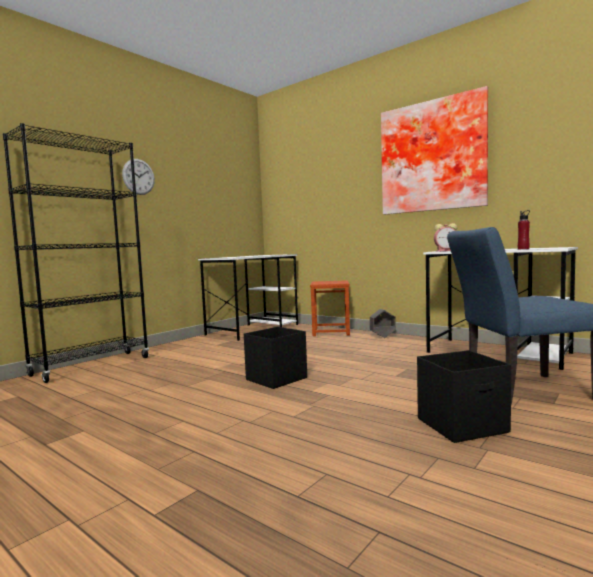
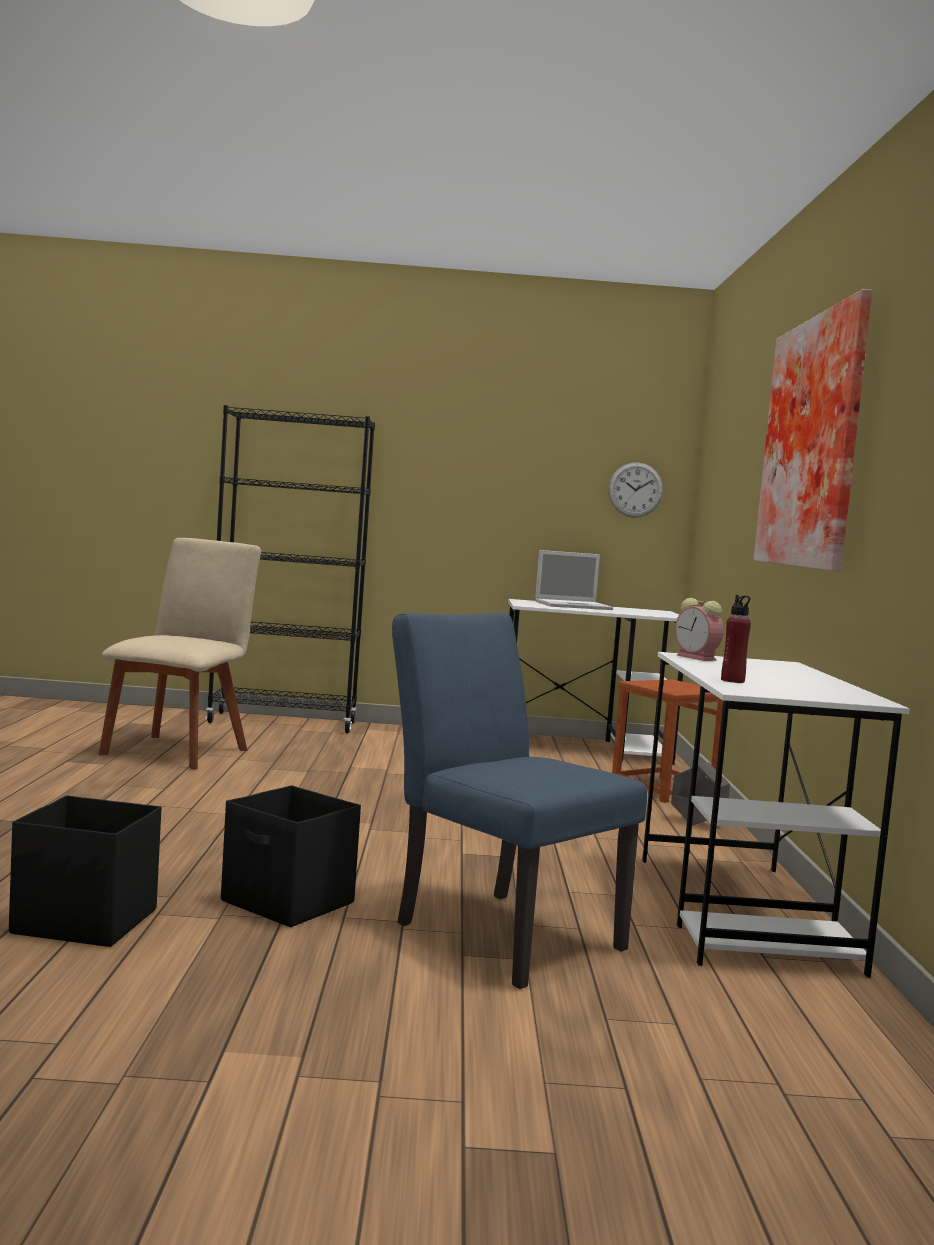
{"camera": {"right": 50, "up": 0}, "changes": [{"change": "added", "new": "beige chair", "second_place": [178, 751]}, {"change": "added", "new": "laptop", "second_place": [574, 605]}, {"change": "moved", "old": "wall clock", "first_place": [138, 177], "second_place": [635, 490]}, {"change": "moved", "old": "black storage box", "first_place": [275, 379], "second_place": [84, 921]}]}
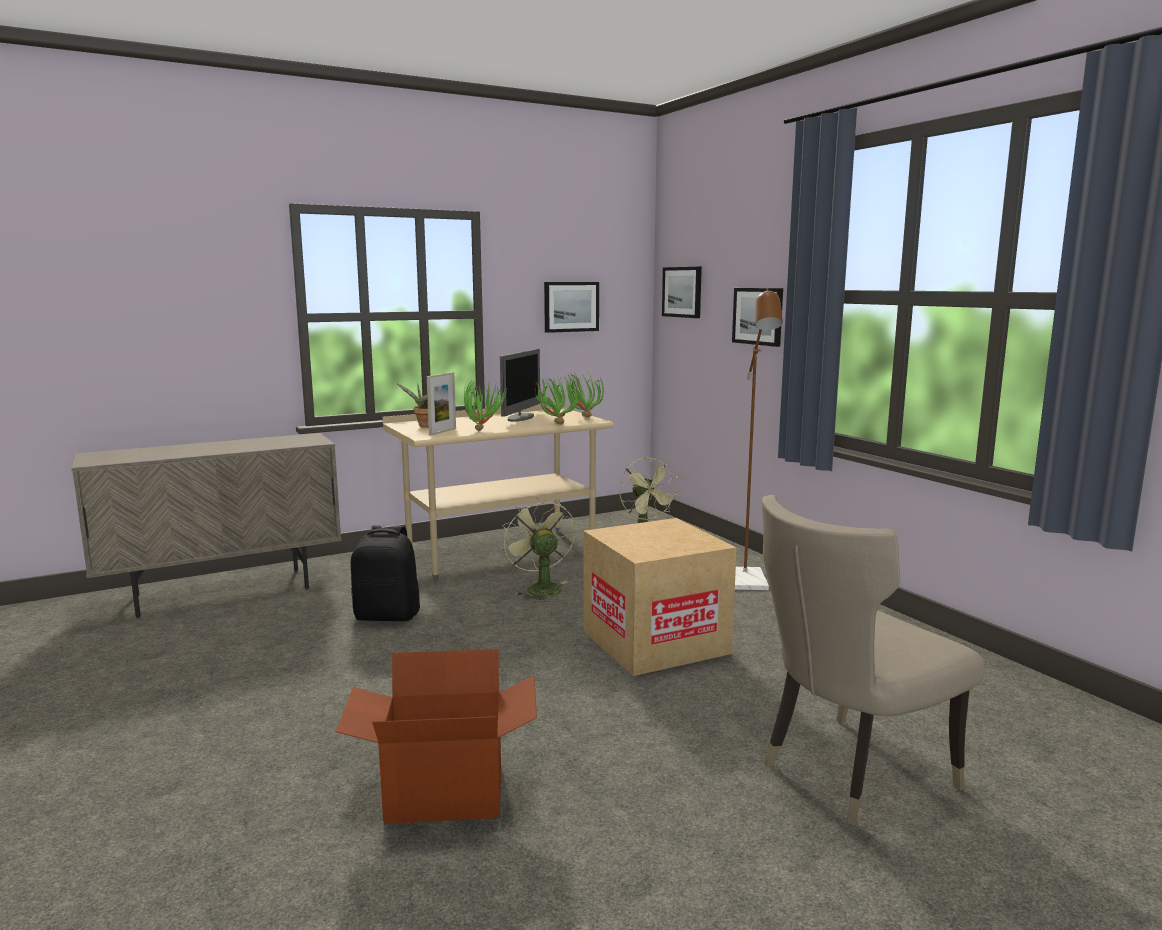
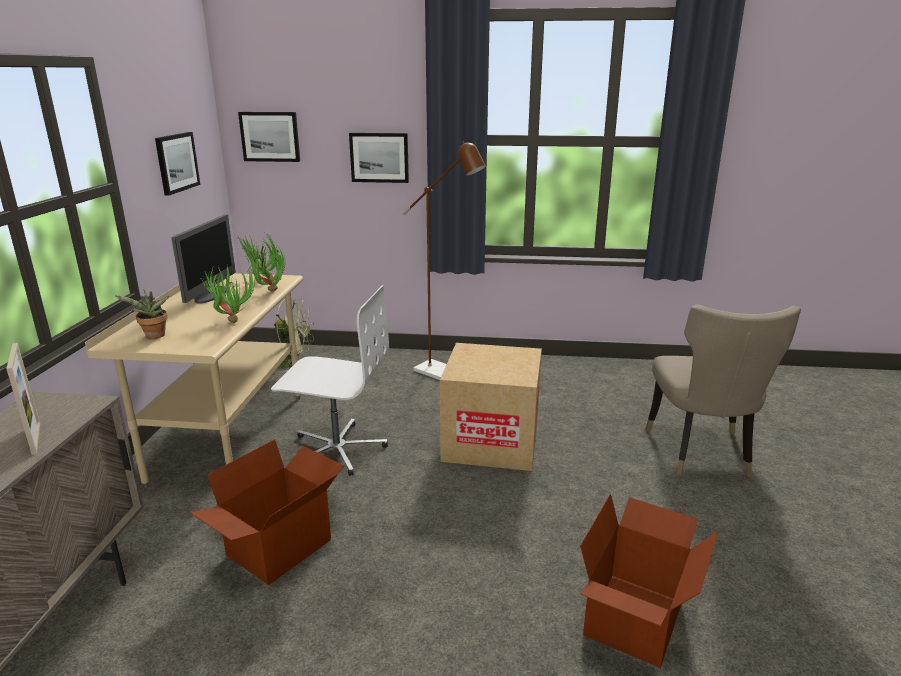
{"camera": {"right": -55, "up": 10}, "changes": [{"change": "moved", "old": "picture frame", "first_place": [442, 432], "second_place": [36, 438]}, {"change": "replaced", "old": "black backpack", "new": "cardboard box", "first_place": [388, 616], "second_place": [280, 548]}, {"change": "replaced", "old": "green fan", "new": "white office chair", "first_place": [539, 588], "second_place": [337, 449]}, {"change": "turned", "old": "monitor", "first_place": [521, 417], "second_place": [211, 295], "degrees": 45}]}
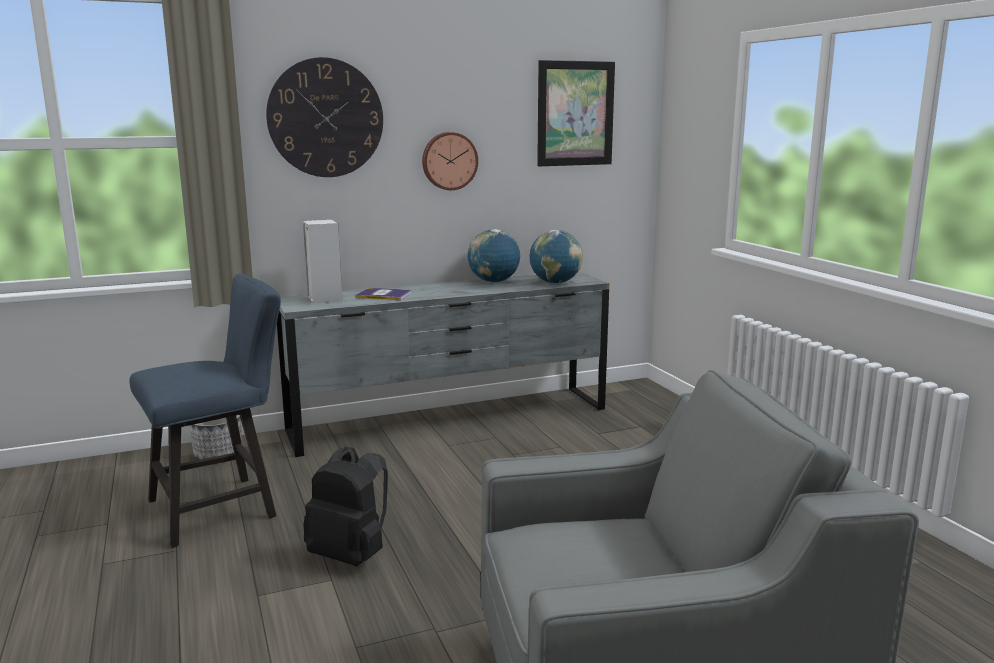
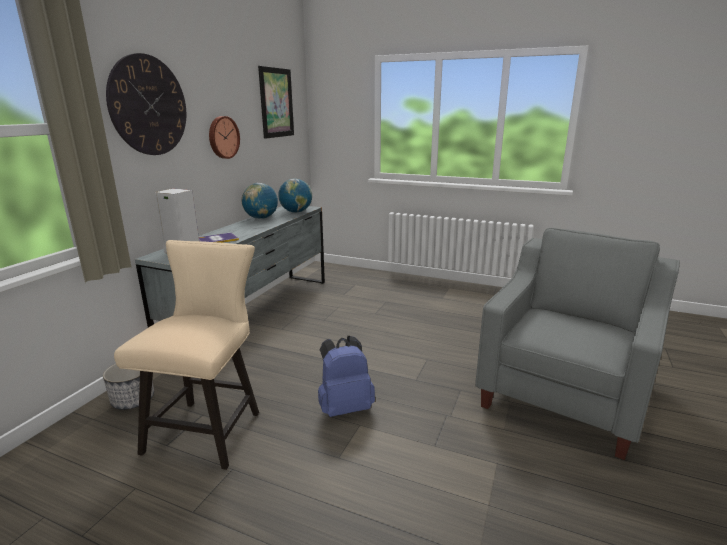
{"camera": {"right": -45, "up": 5}, "changes": [{"change": "recoloured", "old": "blue chair", "new": "beige chair", "first_place": [222, 507], "second_place": [209, 427]}, {"change": "recoloured", "old": "black backpack", "new": "blue backpack", "first_place": [351, 555], "second_place": [345, 407]}]}
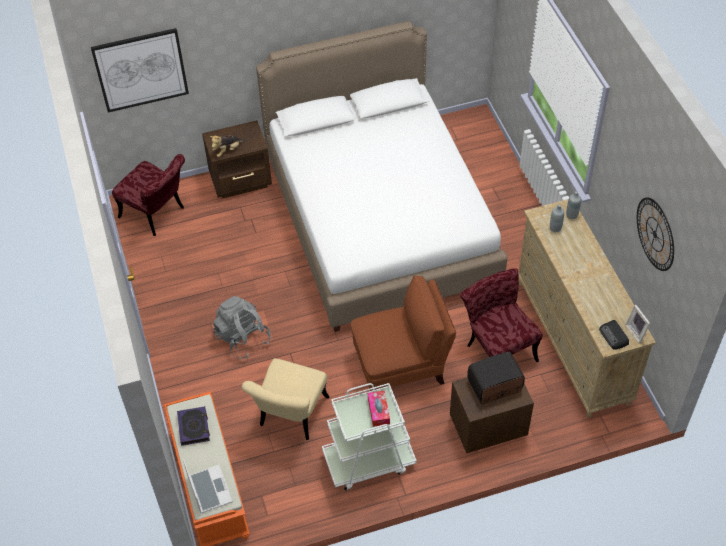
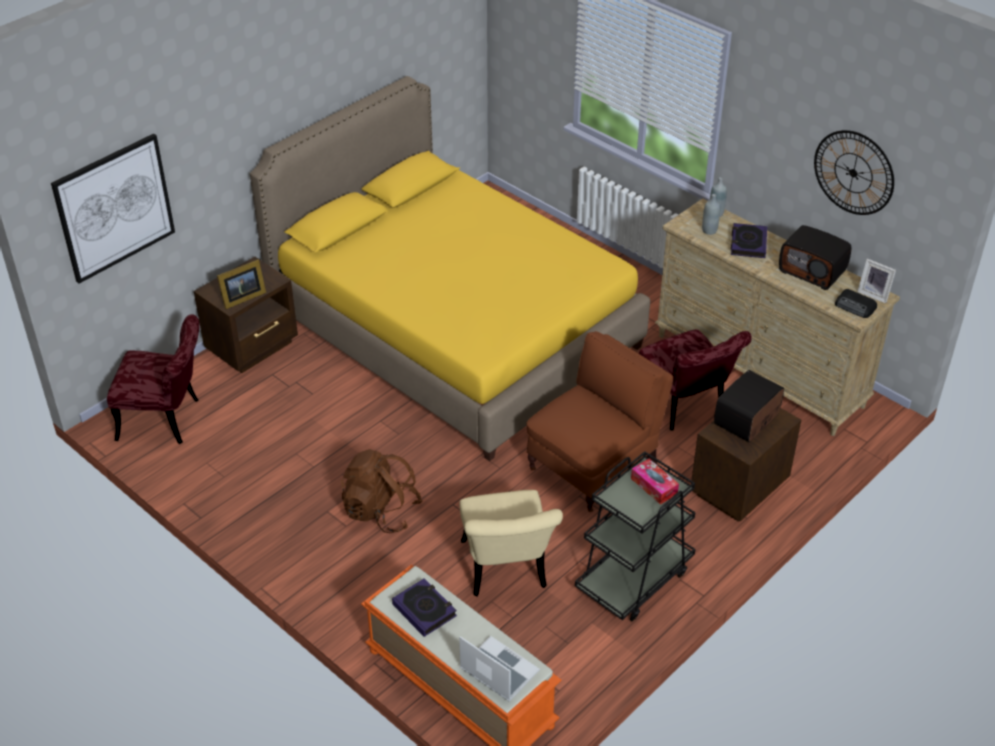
{"camera": {"right": -30, "up": -10}, "changes": [{"change": "added", "new": "book", "second_place": [748, 244]}, {"change": "added", "new": "radio", "second_place": [813, 271]}, {"change": "replaced", "old": "plush toy", "new": "picture frame", "first_place": [227, 150], "second_place": [241, 298]}, {"change": "recoloured", "old": "grey backpack", "new": "brown backpack", "first_place": [242, 338], "second_place": [381, 511]}, {"change": "recoloured", "old": "white bed", "new": "yellow bed", "first_place": [379, 220], "second_place": [454, 330]}, {"change": "recoloured", "old": "white cart", "new": "black cart", "first_place": [368, 461], "second_place": [634, 578]}, {"change": "turned", "old": "red chair", "first_place": [497, 348], "second_place": [686, 406], "degrees": -150}]}
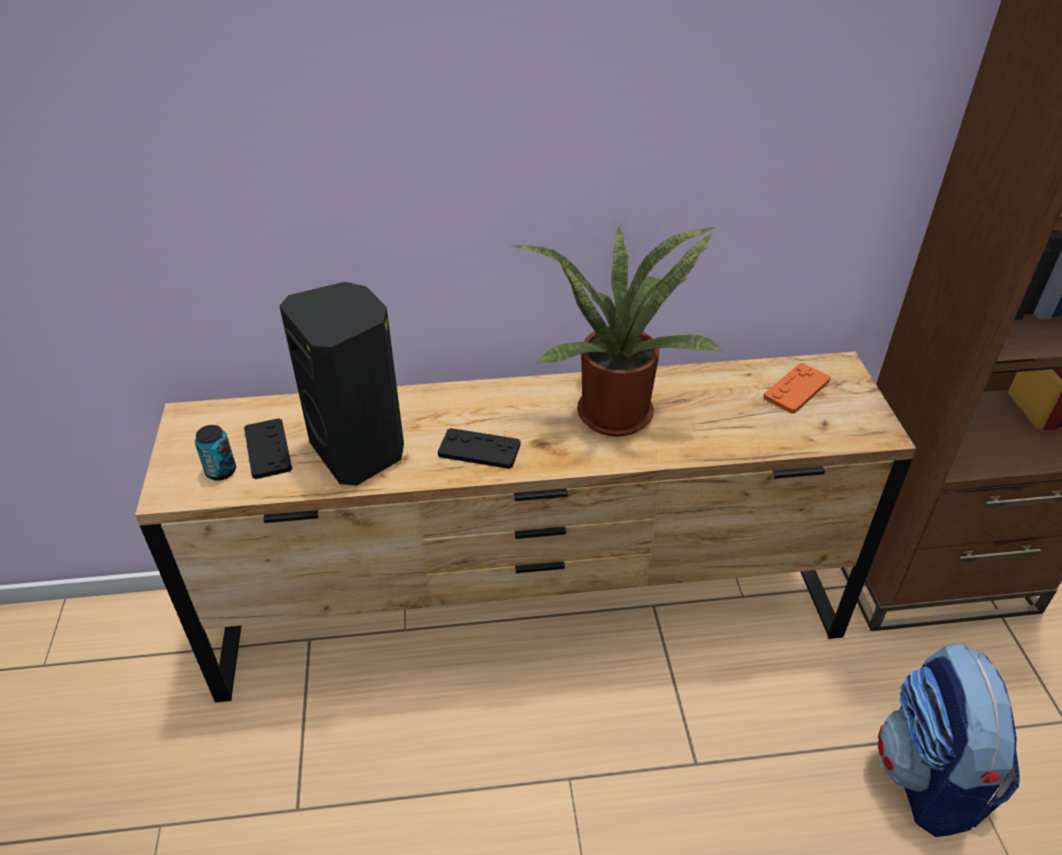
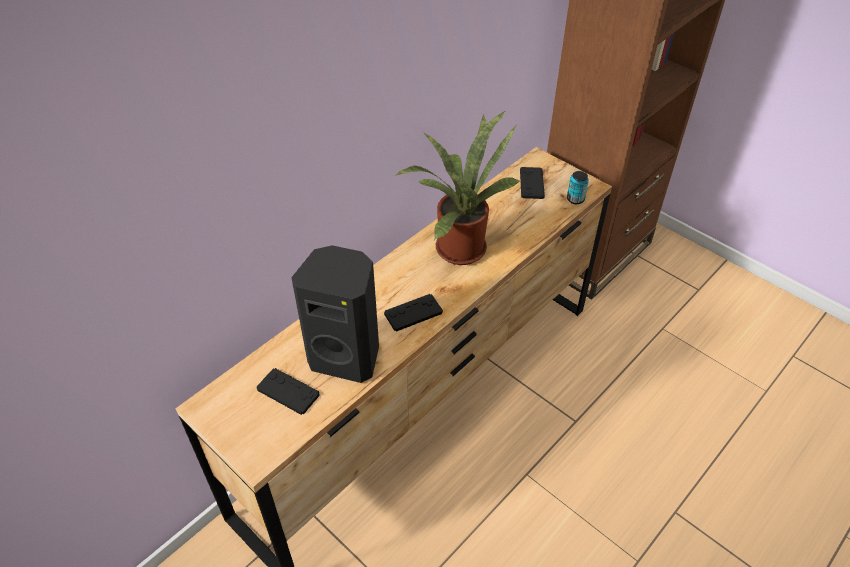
{"camera": {"right": -40, "up": 5}, "changes": [{"change": "removed", "old": "backpack", "first_place": [929, 778]}, {"change": "moved", "old": "can", "first_place": [221, 471], "second_place": [575, 199]}, {"change": "recoloured", "old": "orange game controller", "new": "black game controller", "first_place": [796, 389], "second_place": [531, 183]}]}
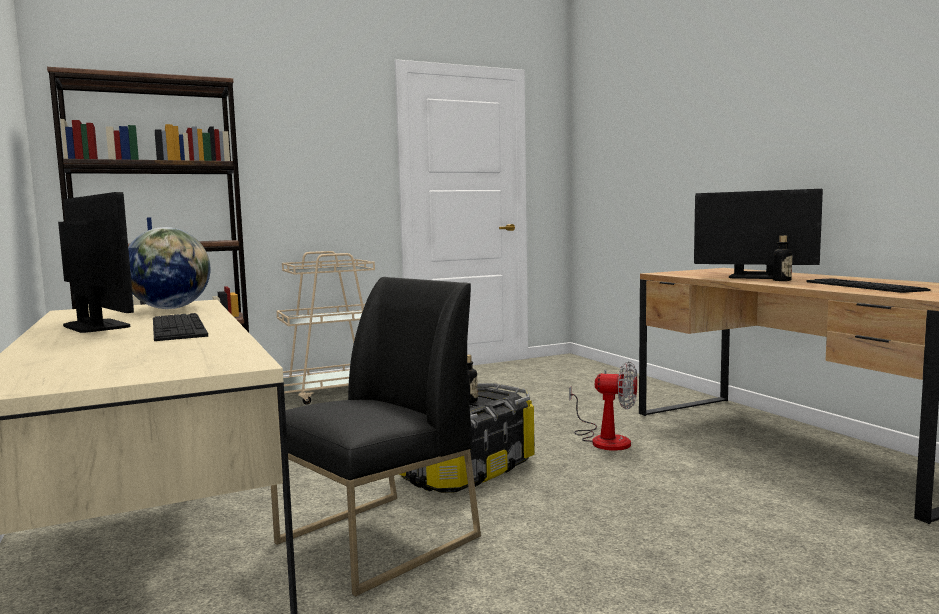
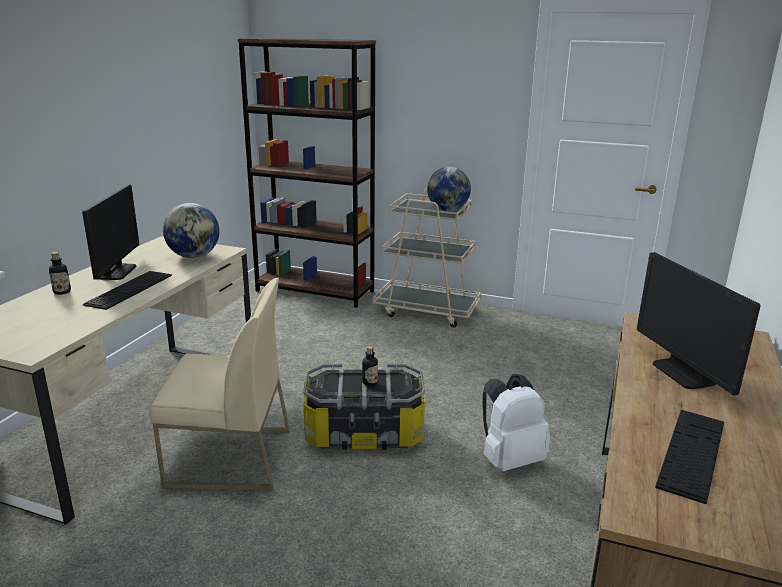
{"camera": {"right": 45, "up": 15}, "changes": [{"change": "added", "new": "globe", "second_place": [447, 210]}, {"change": "moved", "old": "bottle", "first_place": [781, 280], "second_place": [62, 292]}, {"change": "replaced", "old": "fan", "new": "white backpack", "first_place": [604, 439], "second_place": [510, 460]}, {"change": "recoloured", "old": "black chair", "new": "beige chair", "first_place": [377, 541], "second_place": [228, 458]}]}
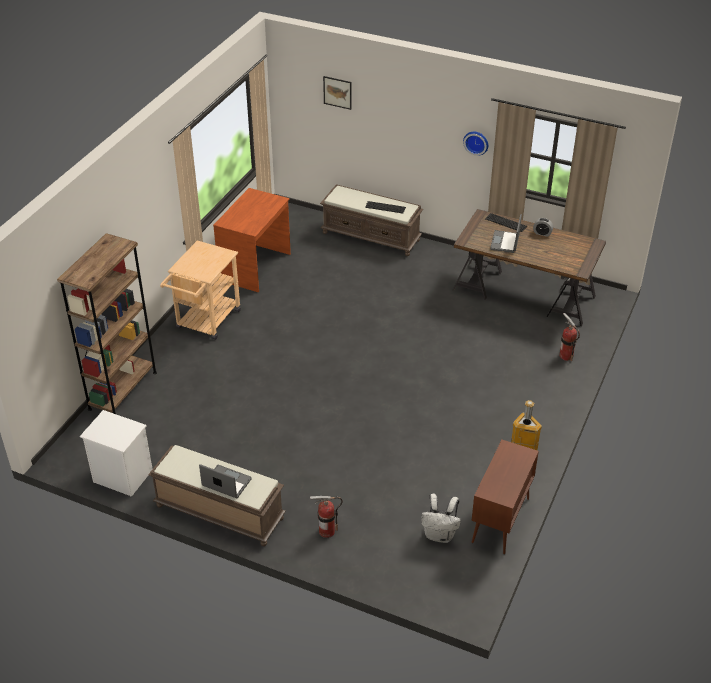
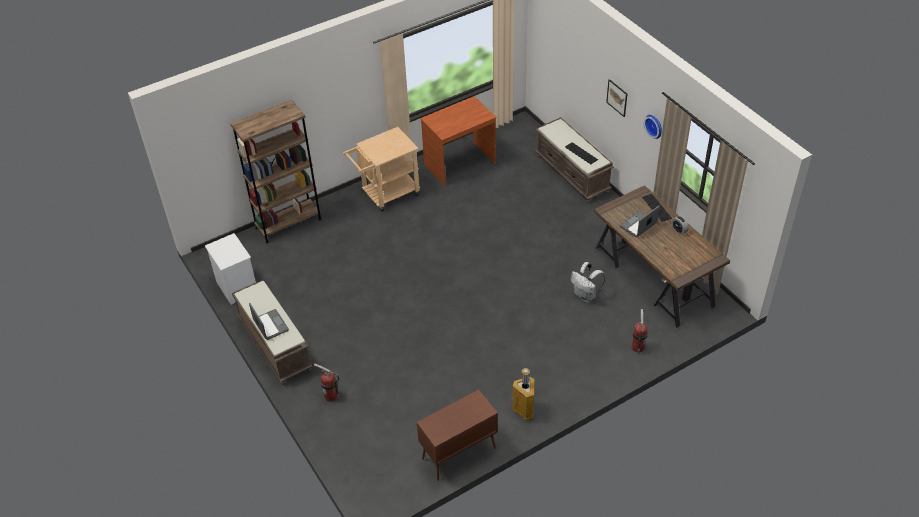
{"camera": {"right": 35, "up": 5}, "changes": [{"change": "moved", "old": "picture", "first_place": [337, 92], "second_place": [617, 97]}, {"change": "moved", "old": "white backpack", "first_place": [440, 535], "second_place": [586, 295]}]}
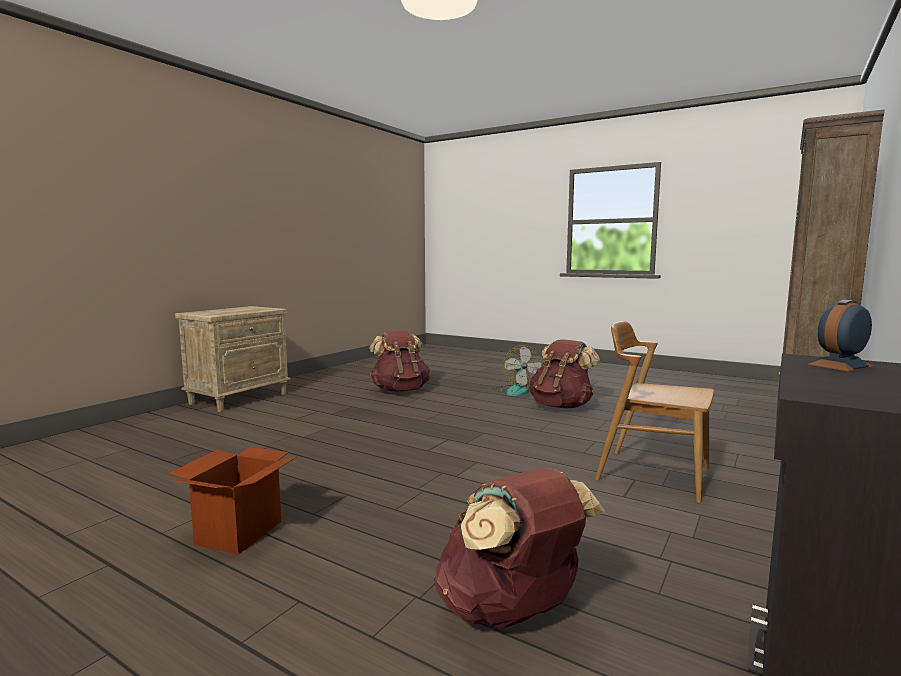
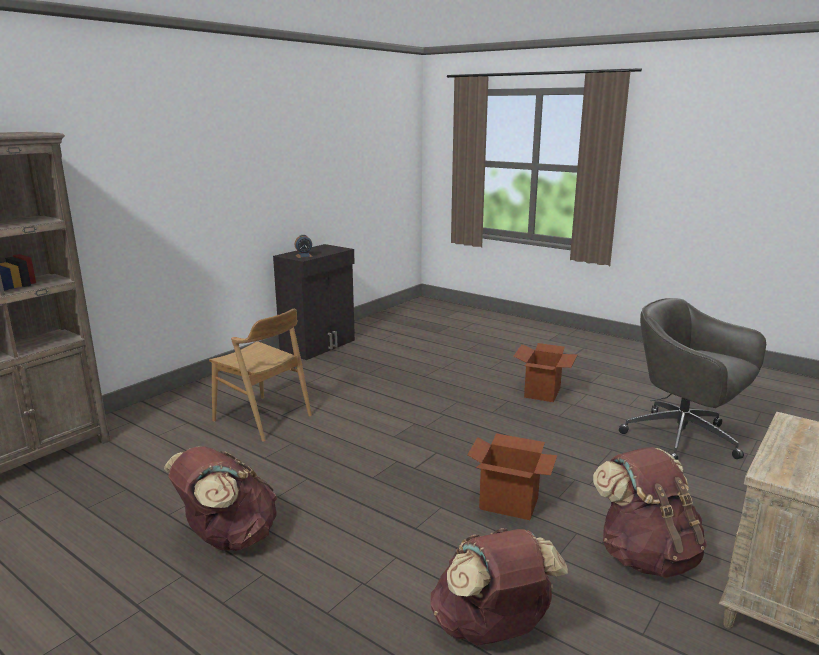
{"camera": {"right": -175, "up": 10}, "changes": [{"change": "removed", "old": "fan", "first_place": [515, 390]}, {"change": "added", "new": "cardboard box", "second_place": [509, 503]}, {"change": "added", "new": "grey office chair", "second_place": [684, 439]}, {"change": "moved", "old": "brown backpack", "first_place": [511, 612], "second_place": [645, 556]}]}
